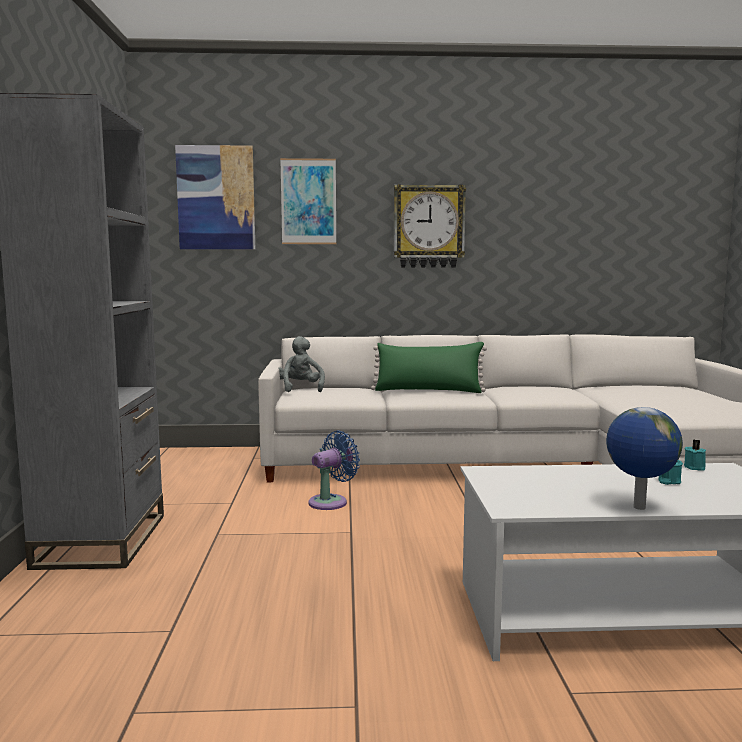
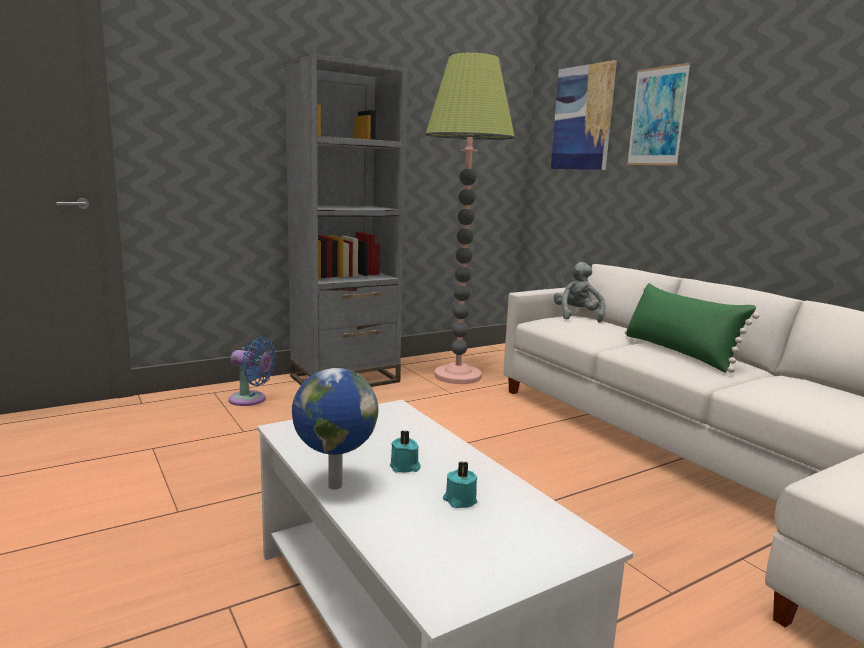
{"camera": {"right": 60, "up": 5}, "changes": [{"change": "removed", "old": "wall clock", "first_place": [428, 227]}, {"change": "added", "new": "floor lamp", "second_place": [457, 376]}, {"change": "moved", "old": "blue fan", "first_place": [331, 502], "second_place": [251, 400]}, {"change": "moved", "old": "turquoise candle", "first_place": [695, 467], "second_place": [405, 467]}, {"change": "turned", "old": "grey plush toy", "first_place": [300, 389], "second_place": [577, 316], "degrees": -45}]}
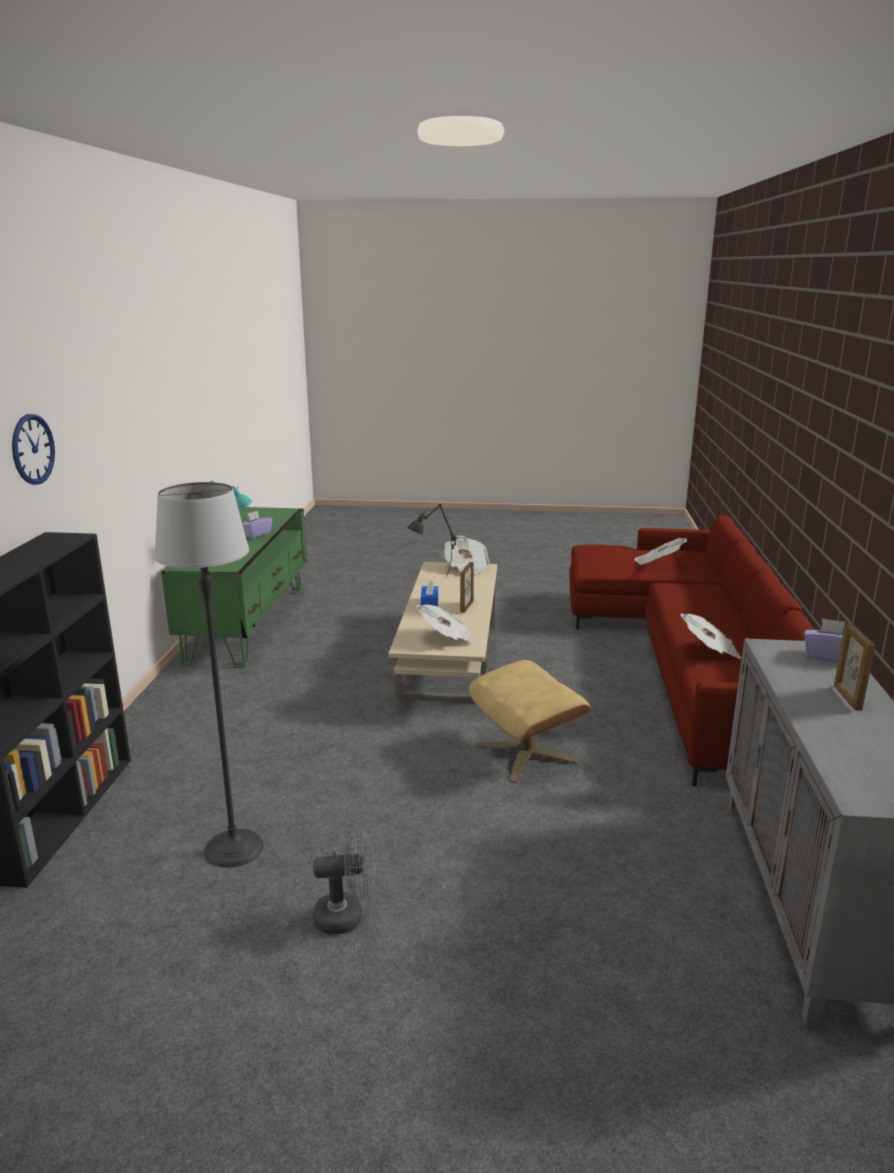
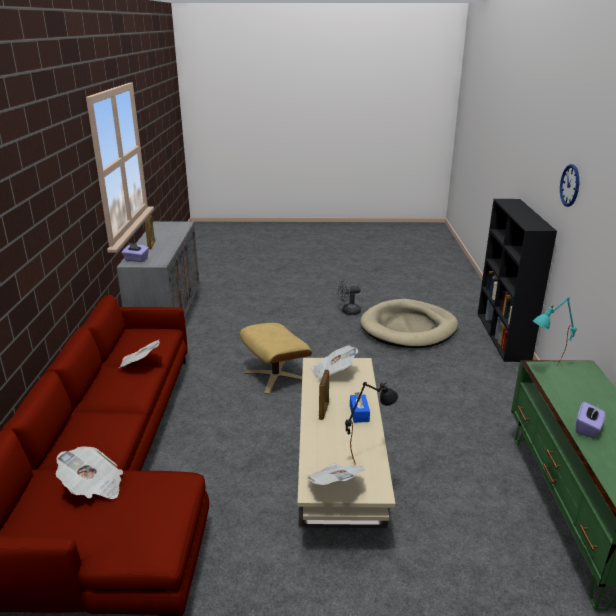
{"camera": {"right": 175, "up": 5}, "changes": [{"change": "replaced", "old": "floor lamp", "new": "beige dog bed", "first_place": [233, 848], "second_place": [408, 328]}]}
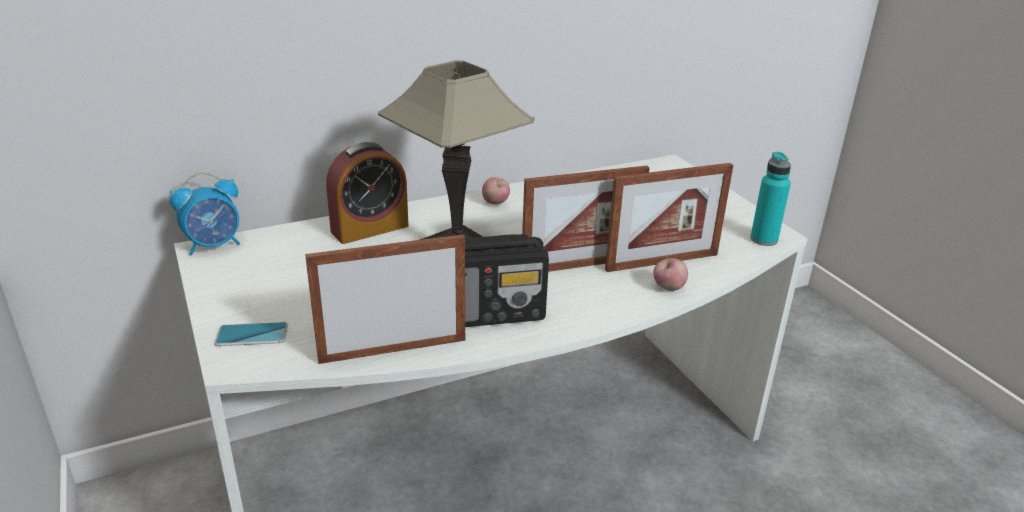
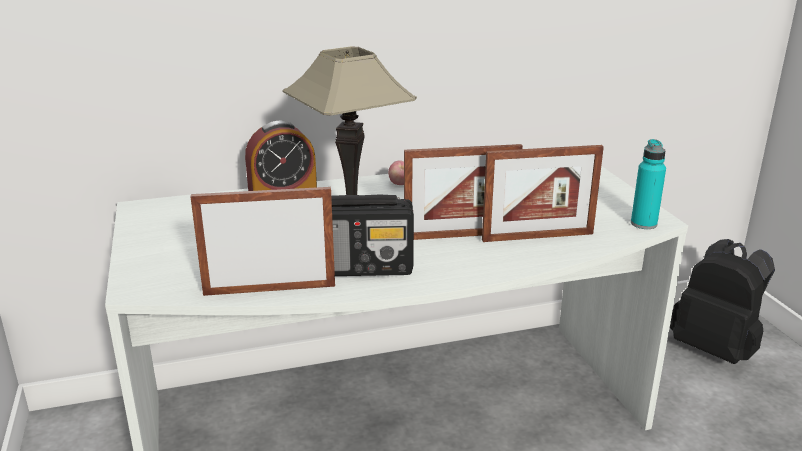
{"camera": {"right": 10, "up": -5}, "changes": [{"change": "removed", "old": "alarm clock", "first_place": [214, 245]}, {"change": "removed", "old": "phone", "first_place": [252, 335]}, {"change": "removed", "old": "apple", "first_place": [668, 288]}, {"change": "added", "new": "black backpack", "second_place": [715, 349]}]}
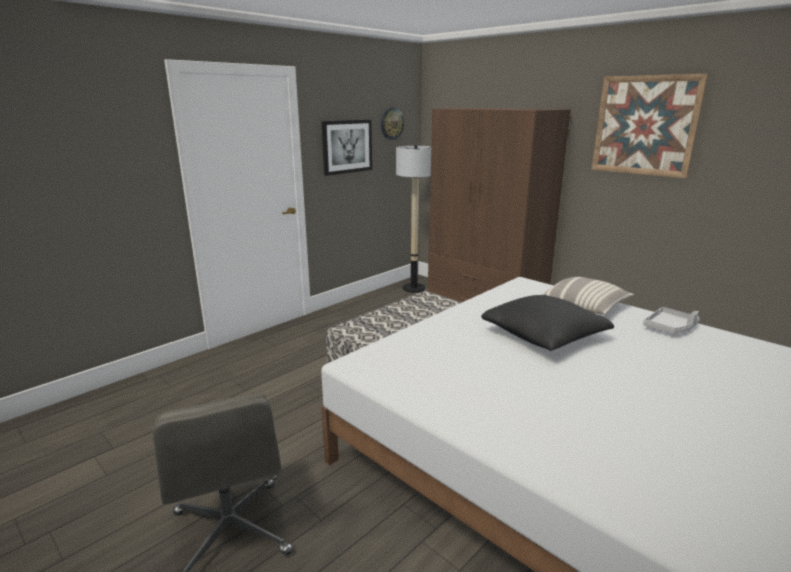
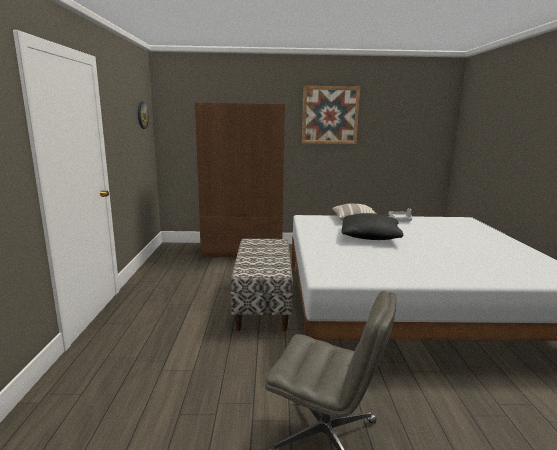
{"camera": {"right": -45, "up": -5}, "changes": [{"change": "removed", "old": "picture", "first_place": [347, 146]}, {"change": "removed", "old": "floor lamp", "first_place": [414, 288]}]}
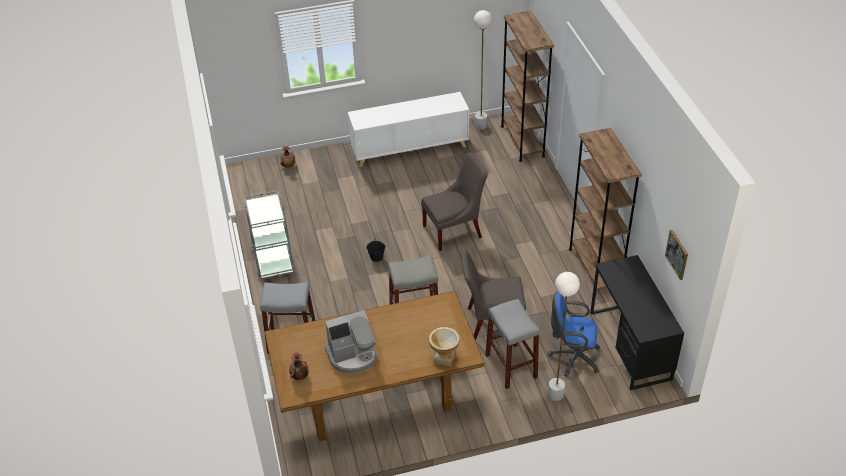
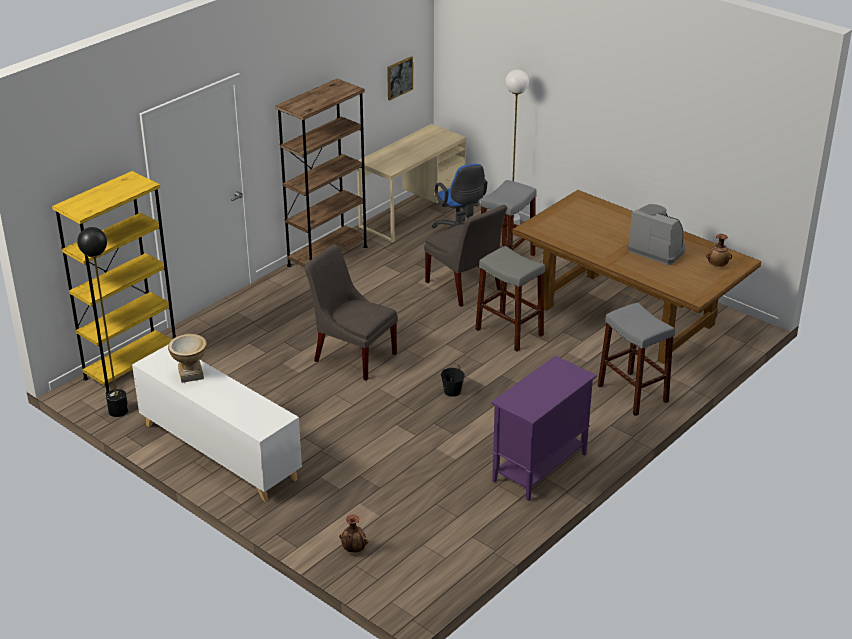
{"camera": {"right": -125, "up": -10}, "changes": [{"change": "moved", "old": "vase", "first_place": [444, 358], "second_place": [190, 374]}, {"change": "replaced", "old": "grey cart", "new": "purple cabinet", "first_place": [273, 259], "second_place": [539, 468]}, {"change": "recoloured", "old": "white floor lamp", "new": "black floor lamp", "first_place": [481, 125], "second_place": [118, 411]}, {"change": "recoloured", "old": "brown bookcase", "new": "yellow bookcase", "first_place": [522, 141], "second_place": [131, 366]}, {"change": "recoloured", "old": "black desk", "new": "beige desk", "first_place": [630, 345], "second_place": [412, 214]}]}
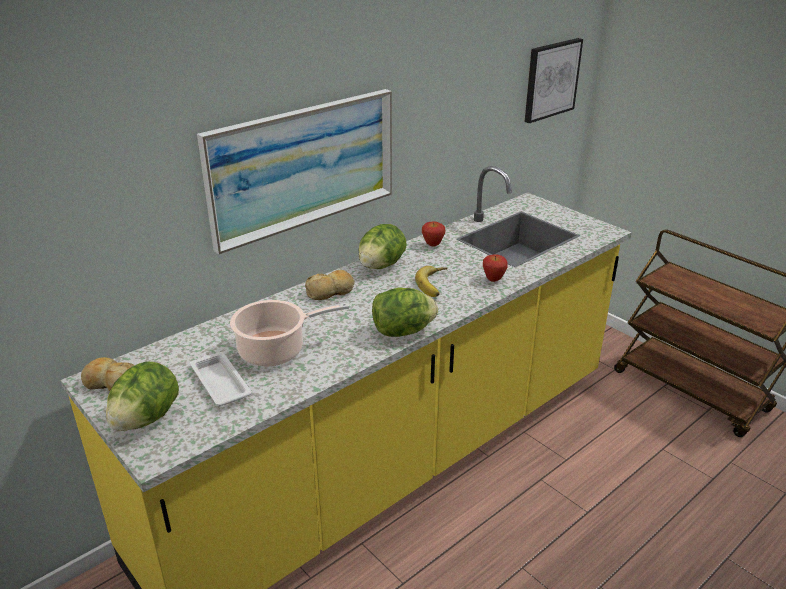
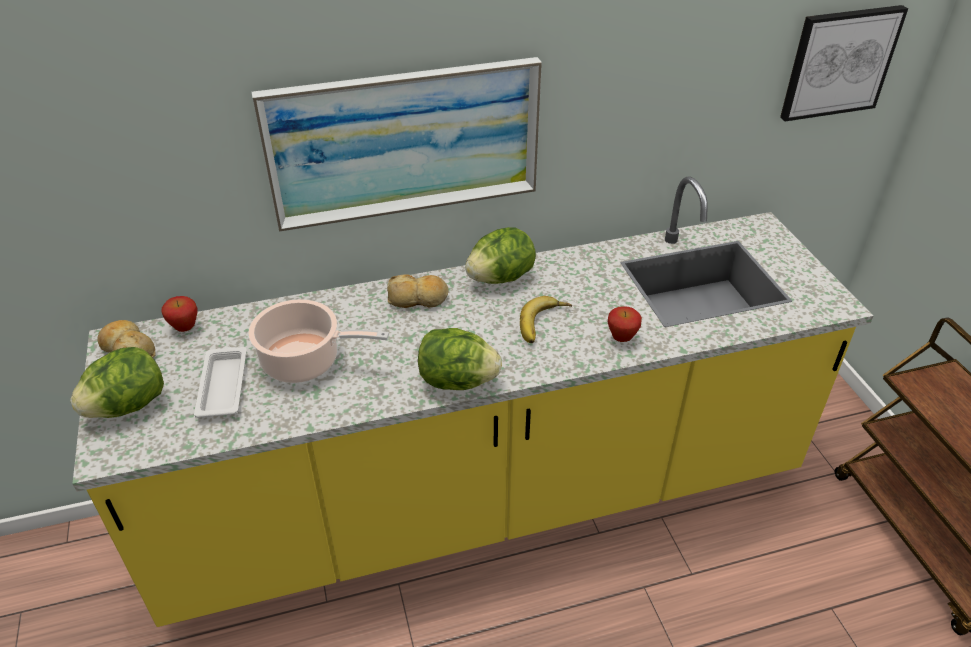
{"camera": {"right": 25, "up": 10}, "changes": [{"change": "moved", "old": "apple", "first_place": [433, 245], "second_place": [185, 328]}]}
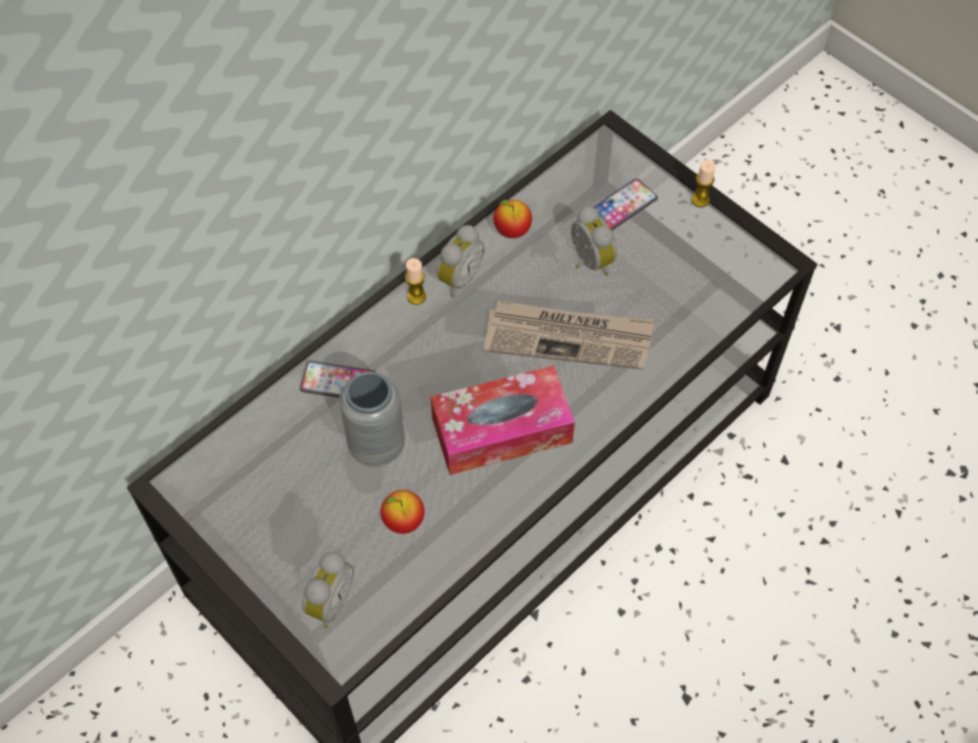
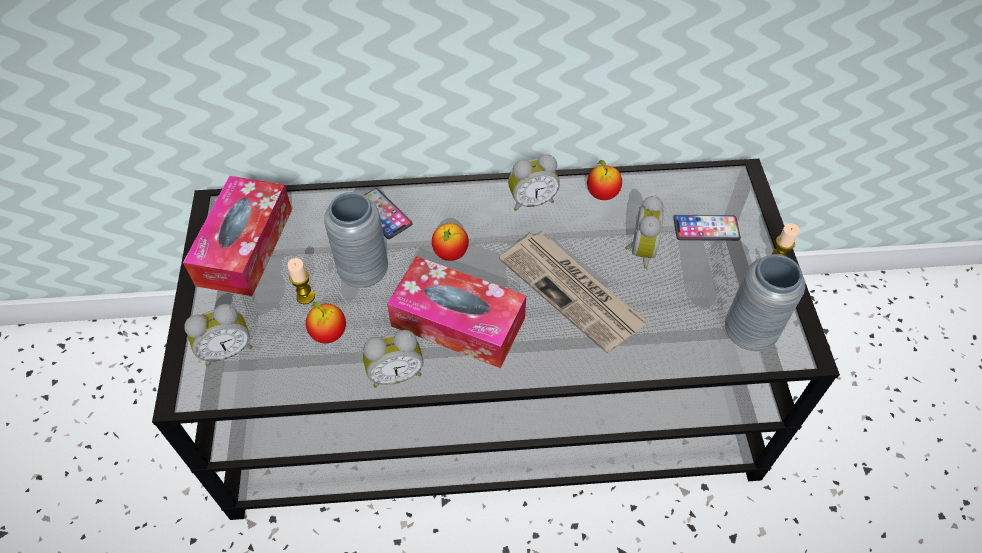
{"camera": {"right": 40, "up": -5}, "changes": [{"change": "added", "new": "tissue box", "second_place": [245, 246]}, {"change": "added", "new": "alarm clock", "second_place": [395, 373]}, {"change": "added", "new": "apple", "second_place": [450, 254]}, {"change": "added", "new": "grey vase", "second_place": [749, 333]}, {"change": "moved", "old": "candle", "first_place": [416, 296], "second_place": [305, 296]}]}
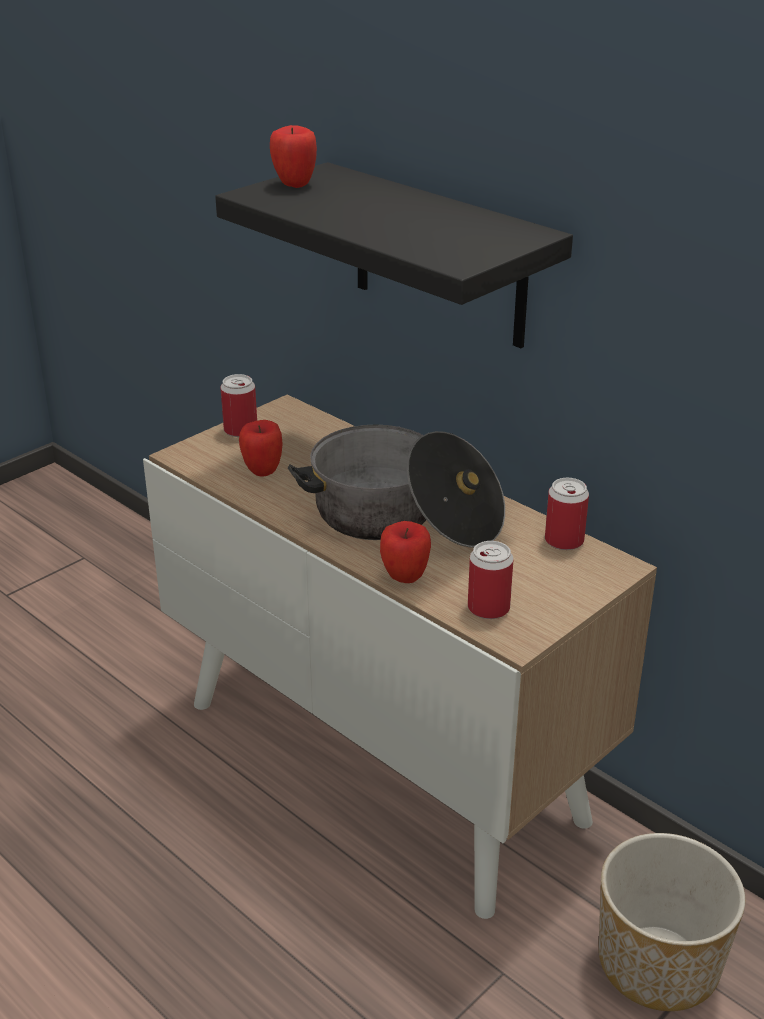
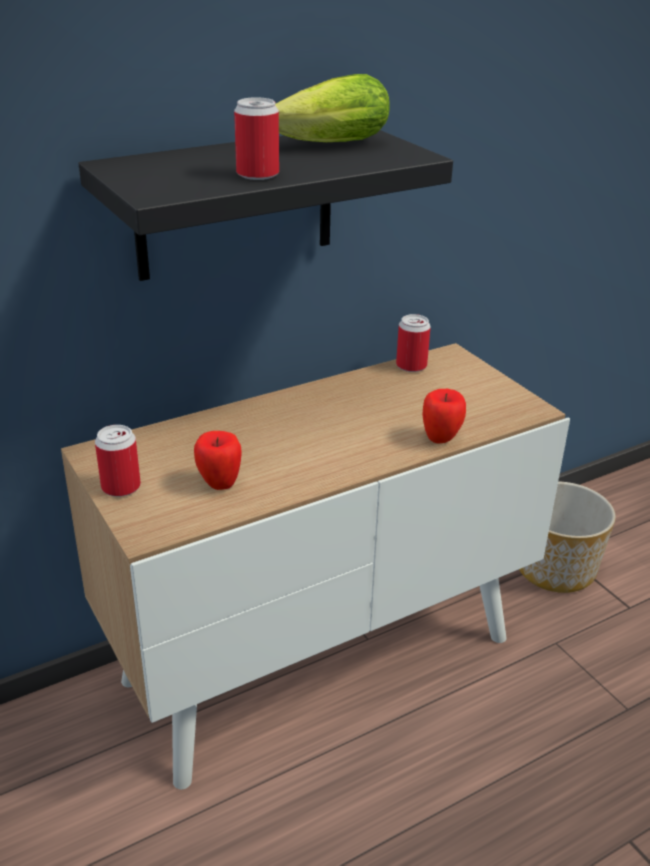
{"camera": {"right": -75, "up": 0}, "changes": [{"change": "removed", "old": "apple", "first_place": [294, 184]}, {"change": "removed", "old": "cooking pot", "first_place": [403, 518]}, {"change": "added", "new": "lettuce", "second_place": [325, 145]}, {"change": "moved", "old": "can", "first_place": [488, 608], "second_place": [257, 174]}]}
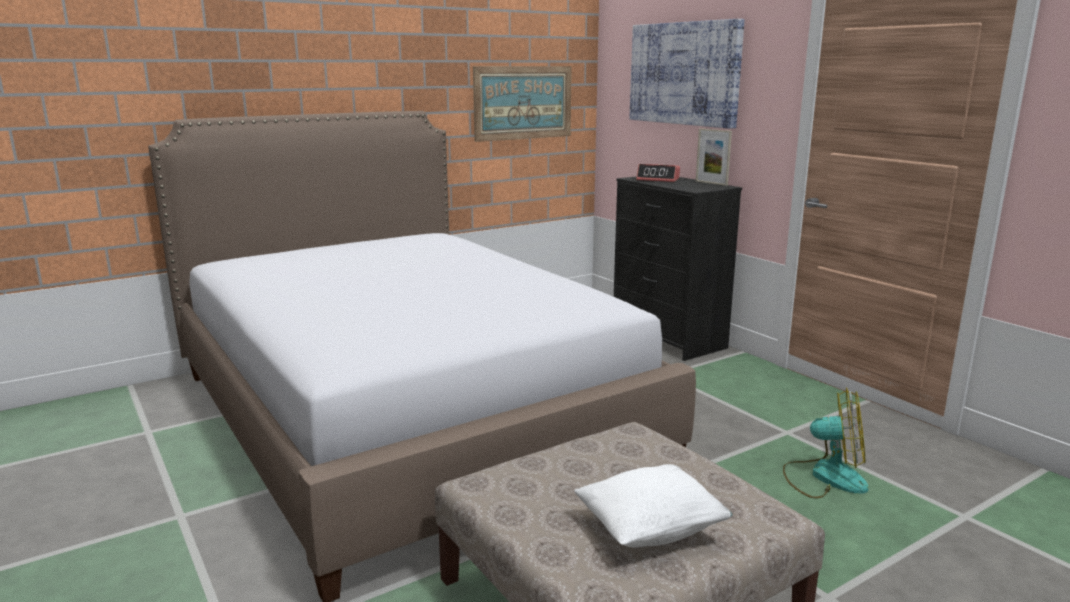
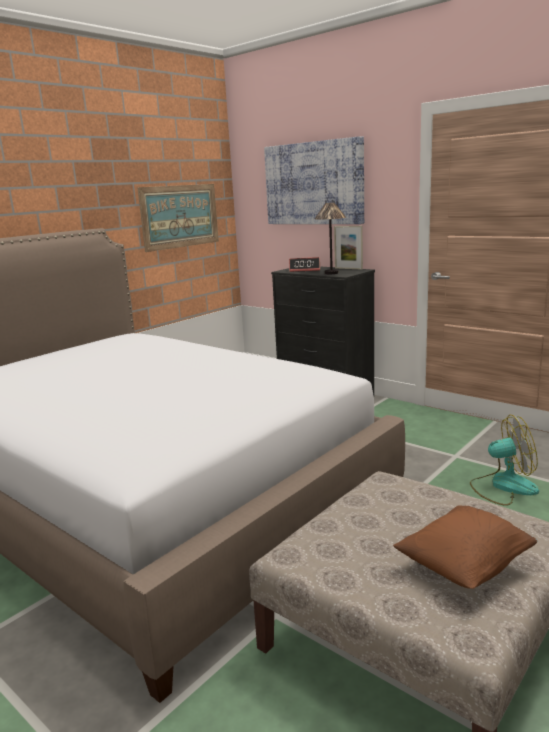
{"camera": {"right": -15, "up": 0}, "changes": [{"change": "added", "new": "table lamp", "second_place": [331, 273]}, {"change": "recoloured", "old": "white pillow", "new": "brown pillow", "first_place": [650, 530], "second_place": [464, 566]}]}
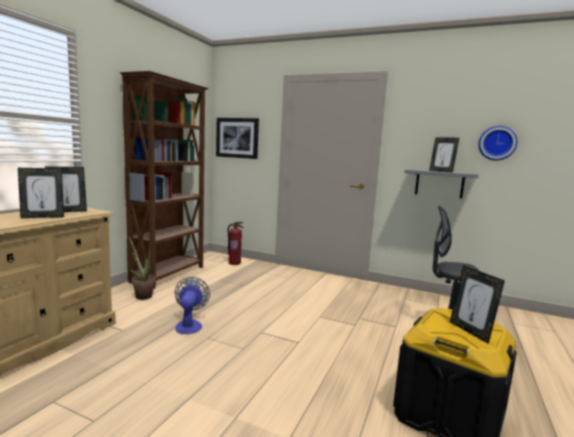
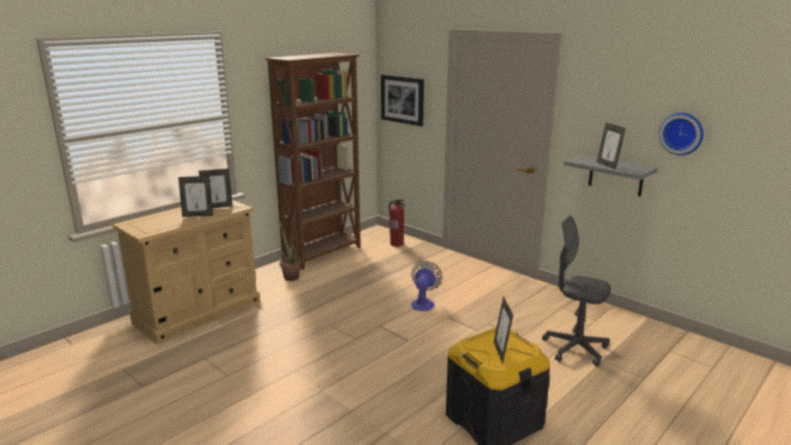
{"camera": {"right": 20, "up": 10}, "changes": [{"change": "moved", "old": "fan", "first_place": [189, 325], "second_place": [423, 303]}]}
